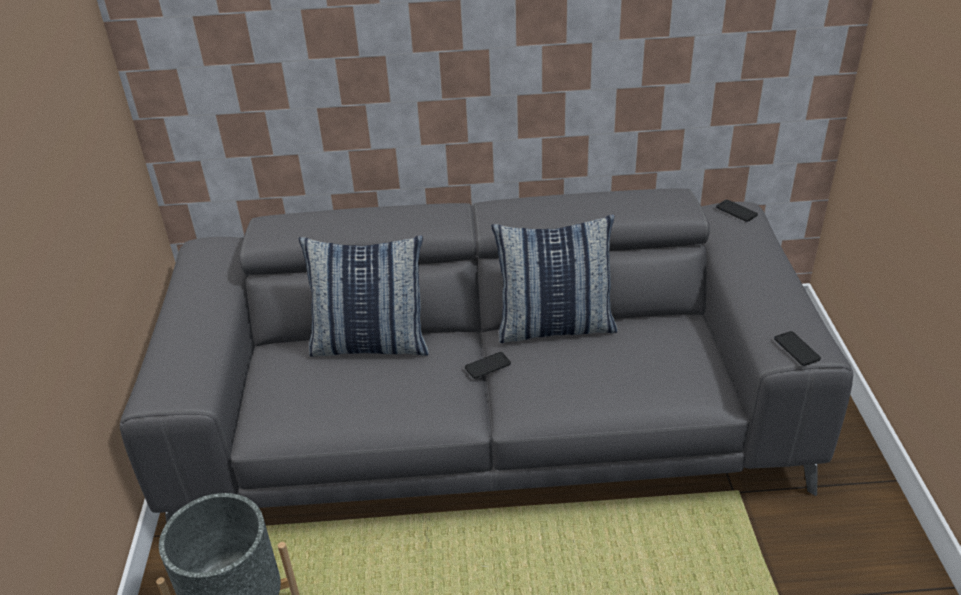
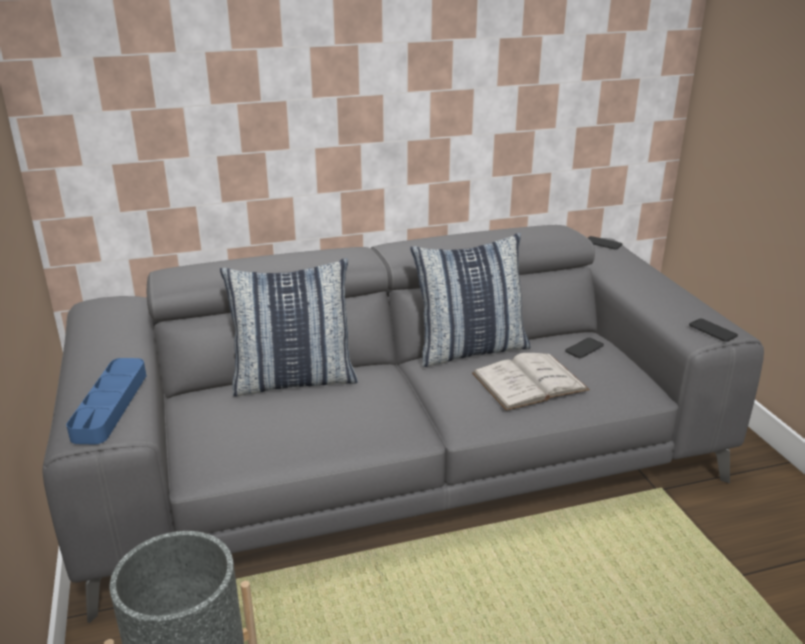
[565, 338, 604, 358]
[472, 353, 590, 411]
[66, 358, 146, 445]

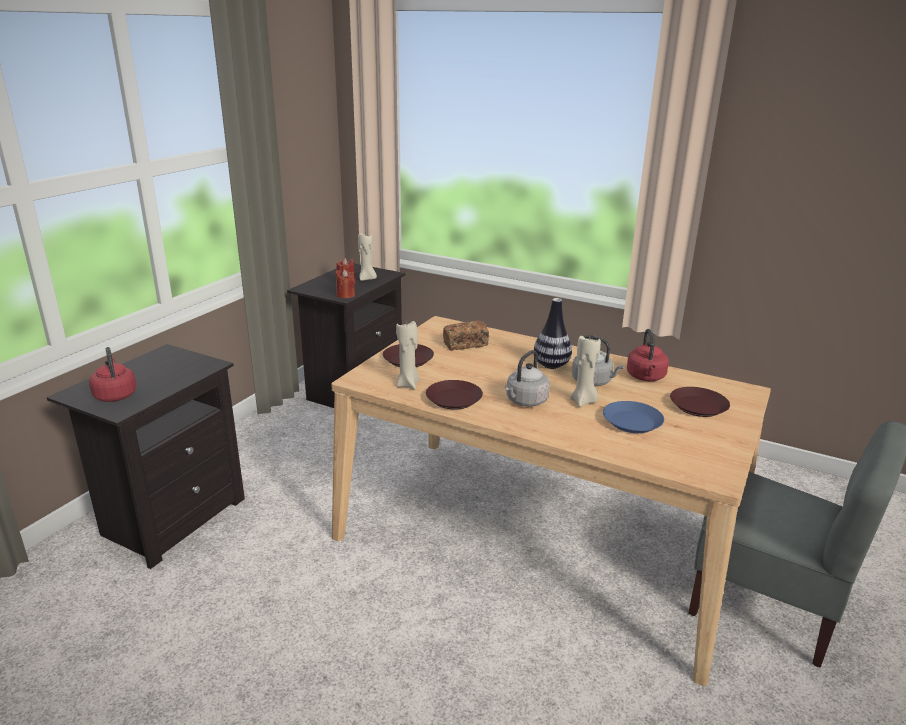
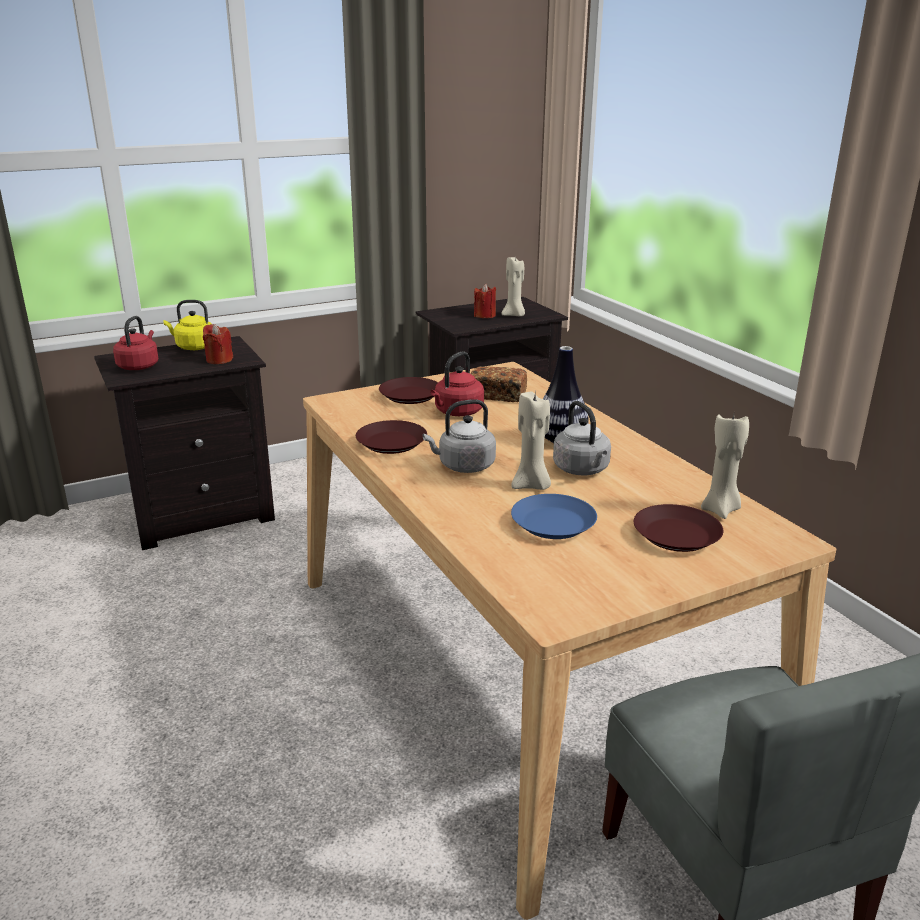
[203, 324, 233, 364]
[701, 414, 749, 519]
[430, 351, 484, 416]
[163, 300, 212, 350]

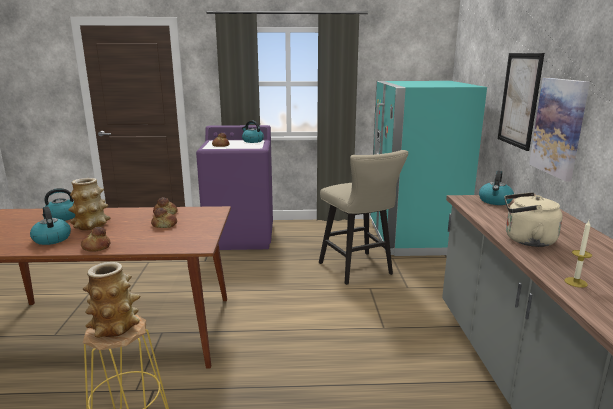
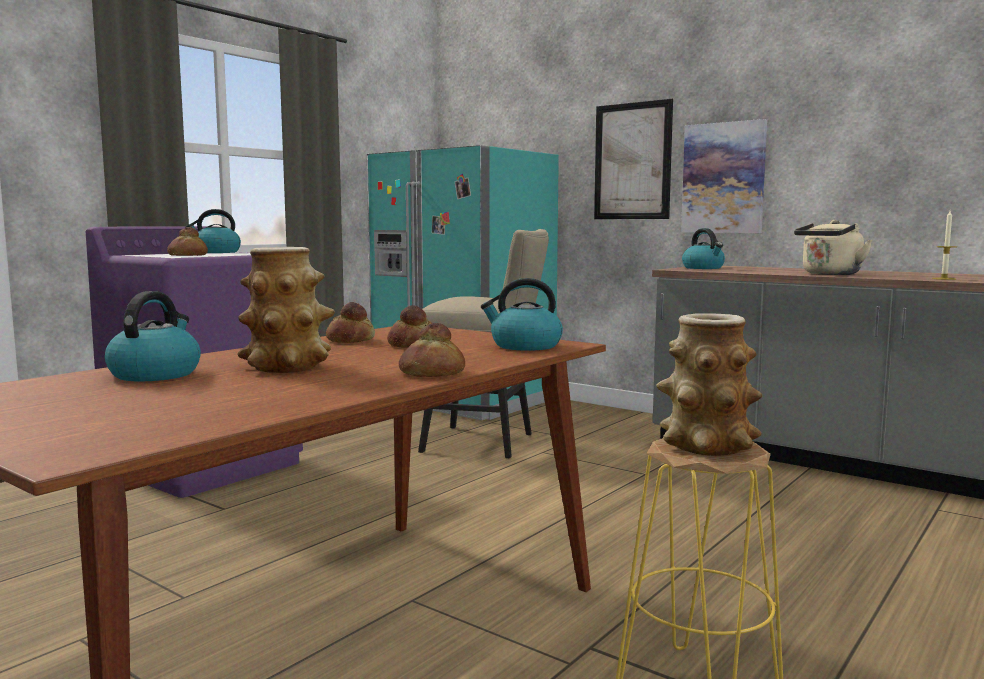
[481, 278, 563, 351]

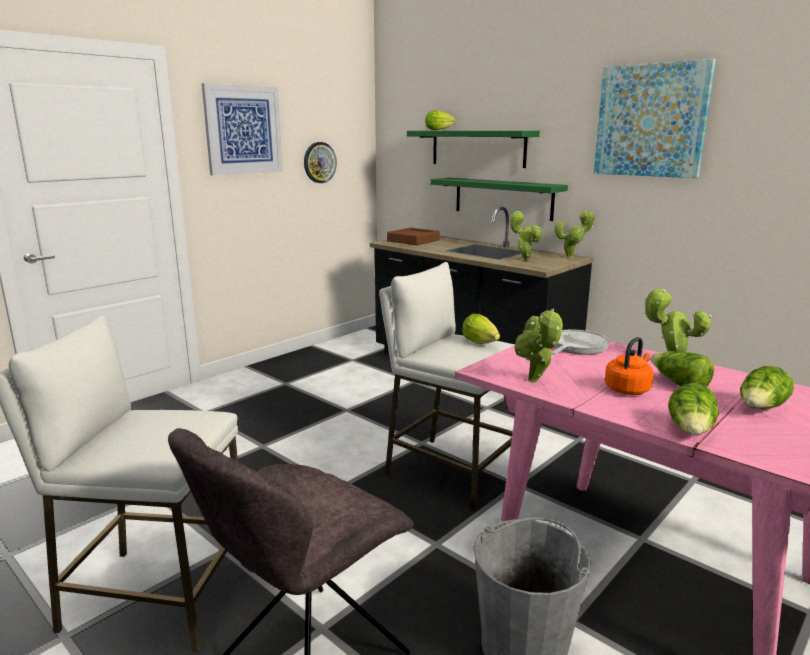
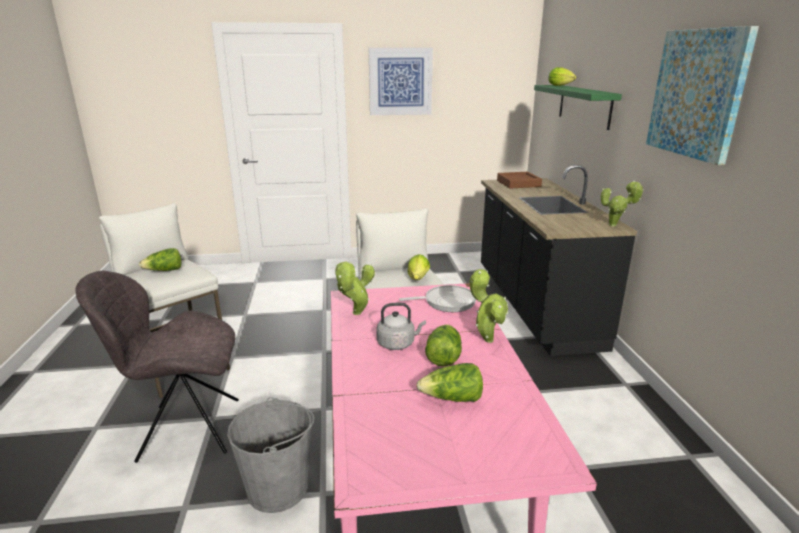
[304, 142, 337, 183] (first image)
[430, 178, 568, 221] (first image)
[510, 211, 542, 260] (first image)
[377, 303, 426, 350]
[139, 248, 182, 271]

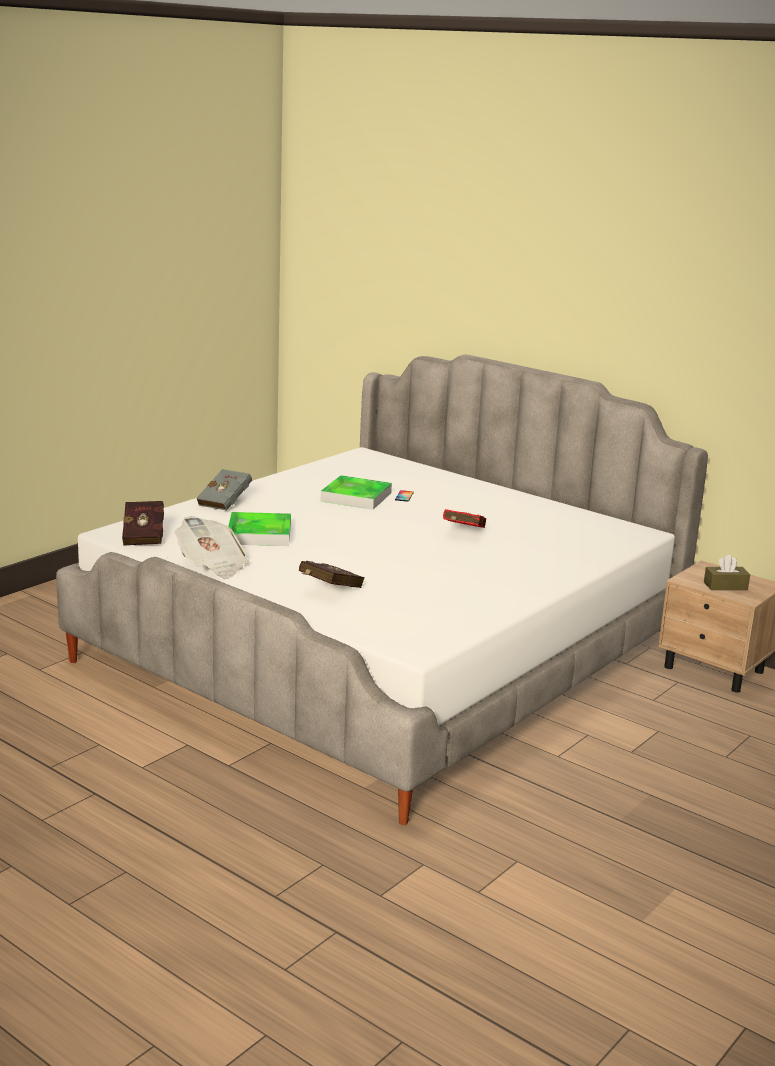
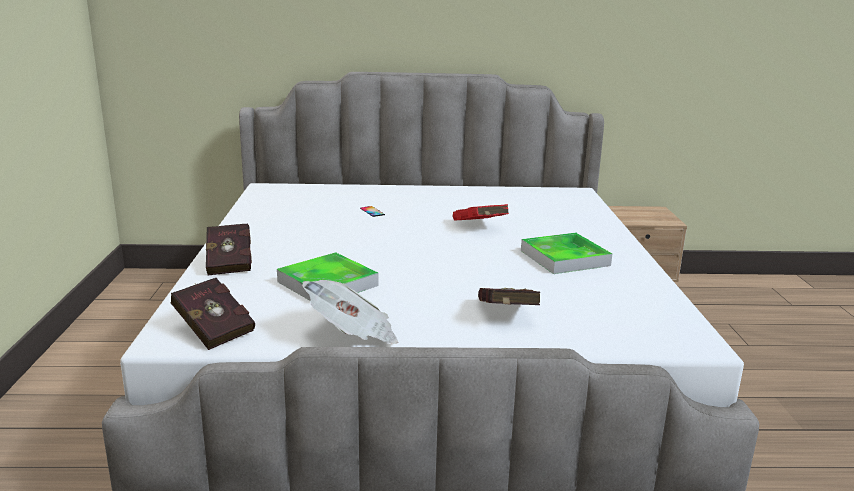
[206, 223, 252, 275]
[521, 233, 612, 274]
[704, 555, 750, 590] (first image)

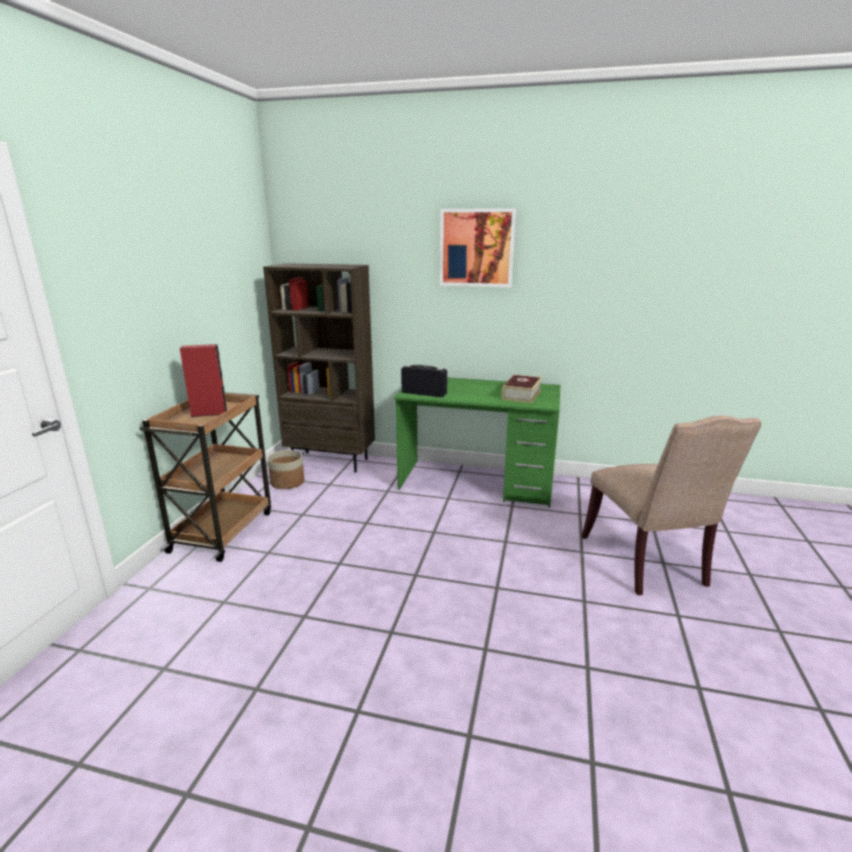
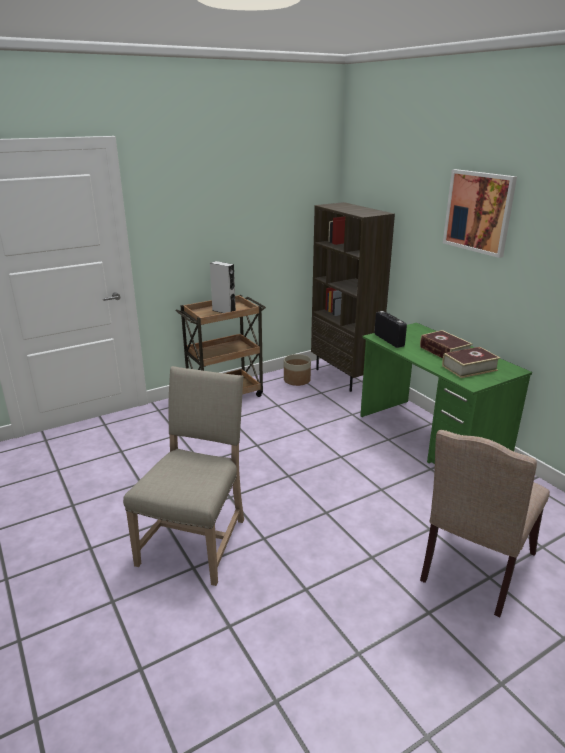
[210, 261, 236, 313]
[420, 330, 473, 358]
[123, 366, 244, 586]

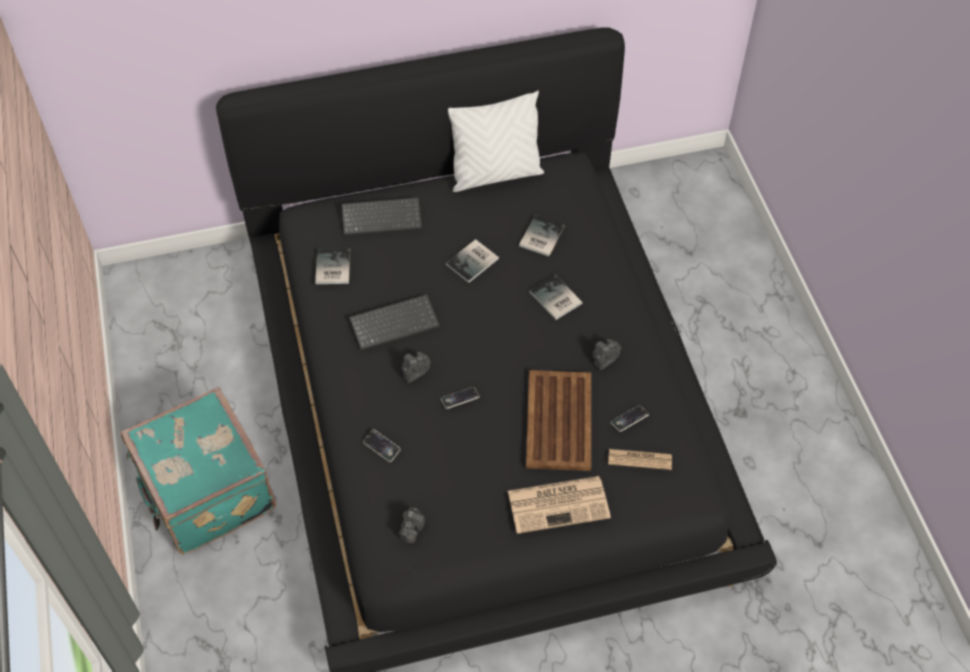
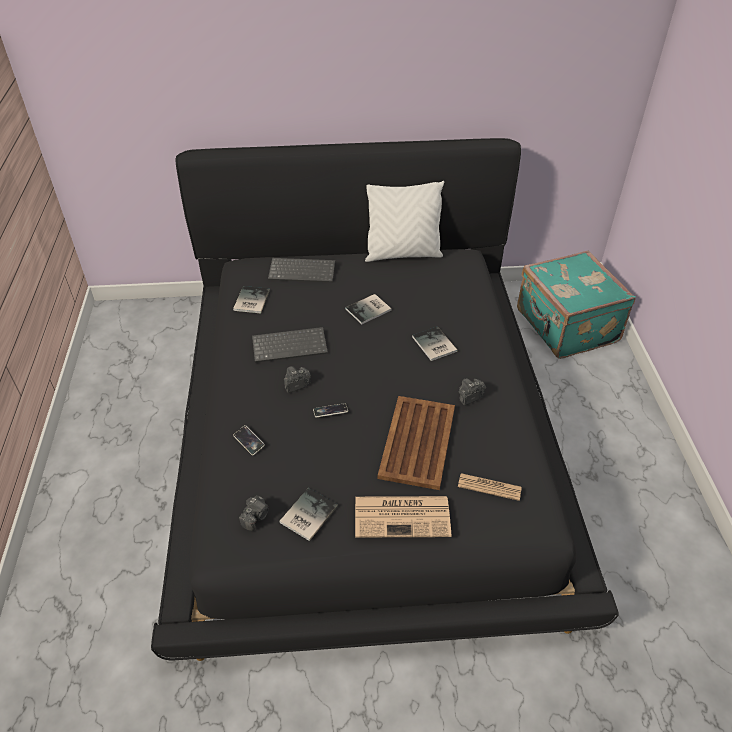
[279, 488, 338, 541]
[517, 250, 636, 359]
[610, 405, 649, 432] (first image)

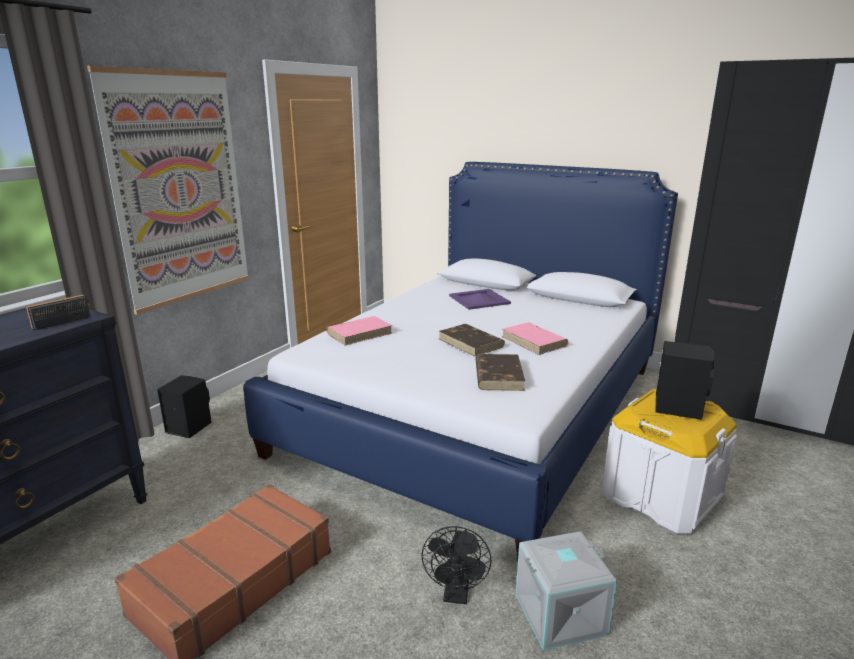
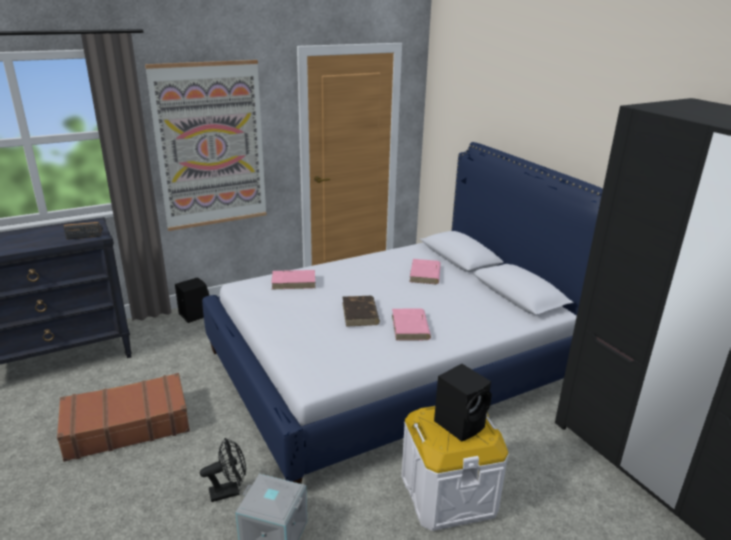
[410, 259, 441, 284]
[475, 354, 525, 391] (first image)
[200, 438, 246, 502]

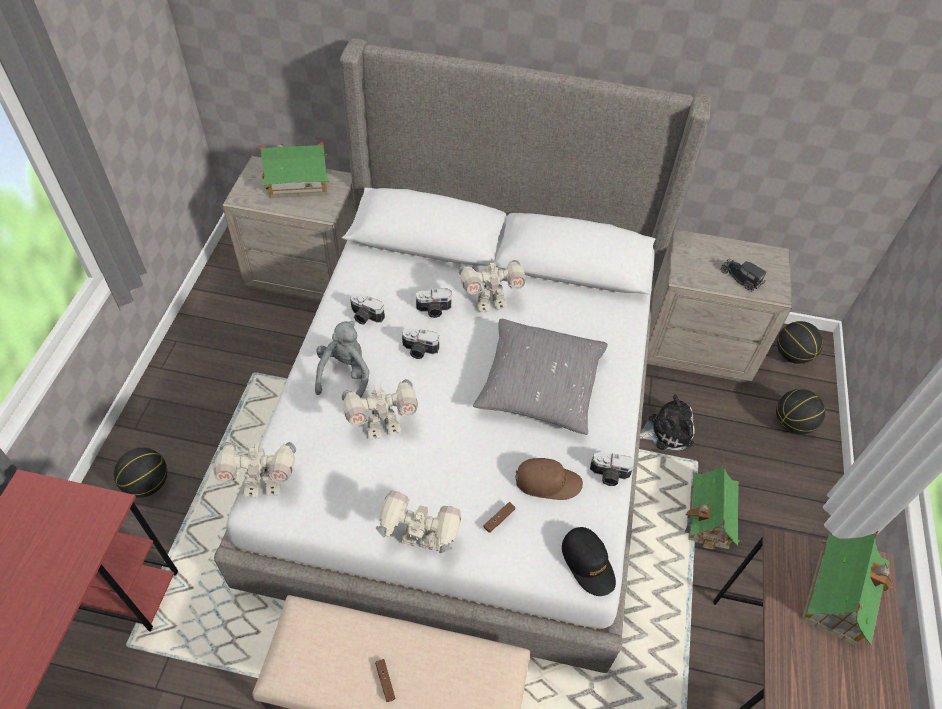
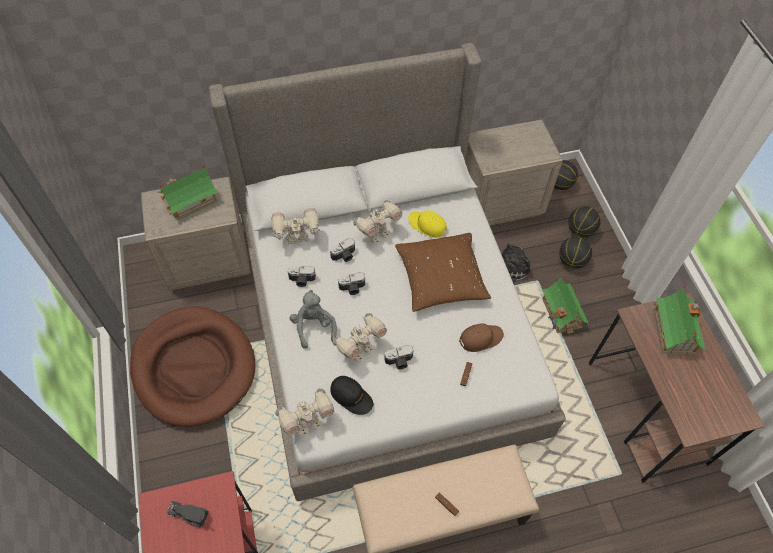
[167, 501, 209, 529]
[395, 233, 491, 312]
[559, 237, 592, 269]
[384, 345, 414, 370]
[271, 208, 320, 244]
[330, 376, 373, 415]
[408, 210, 447, 238]
[130, 307, 256, 427]

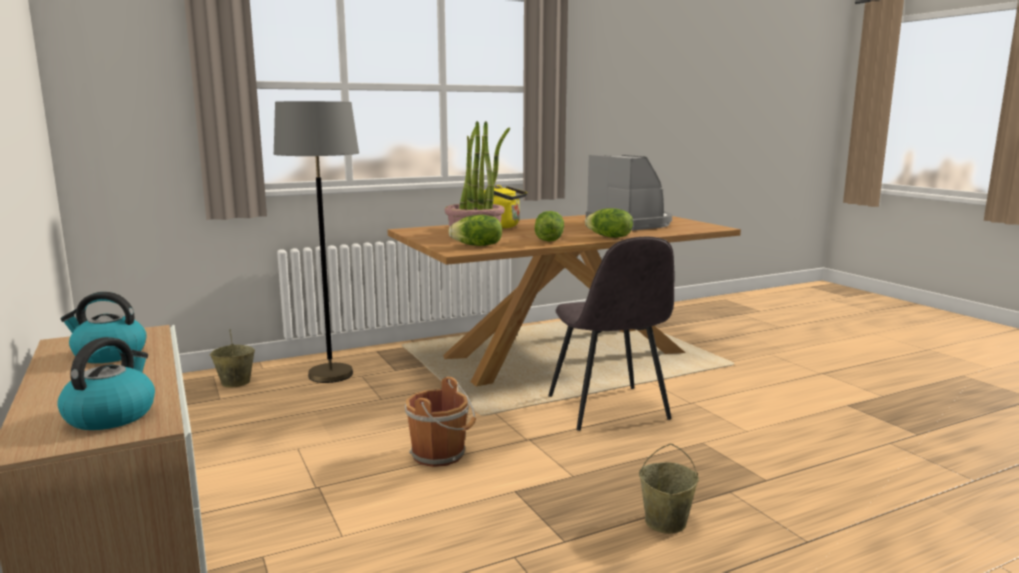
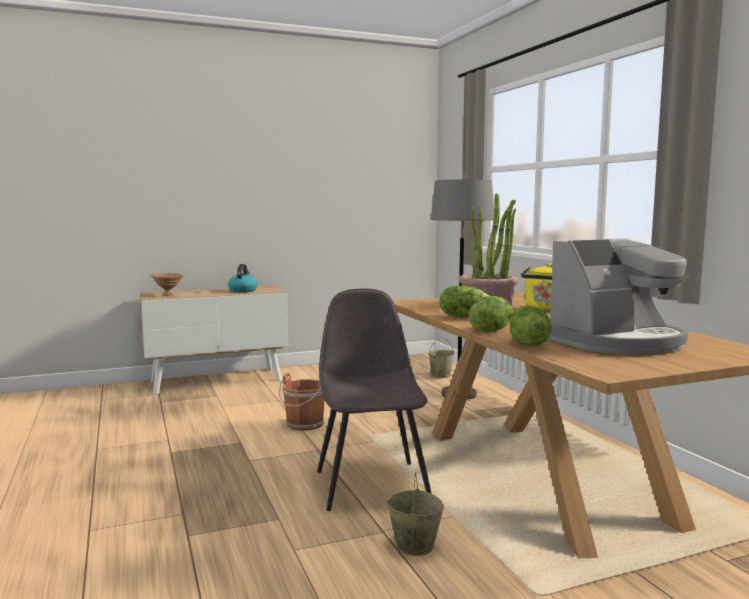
[510, 306, 551, 346]
[317, 289, 432, 511]
[151, 273, 184, 296]
[386, 472, 445, 556]

